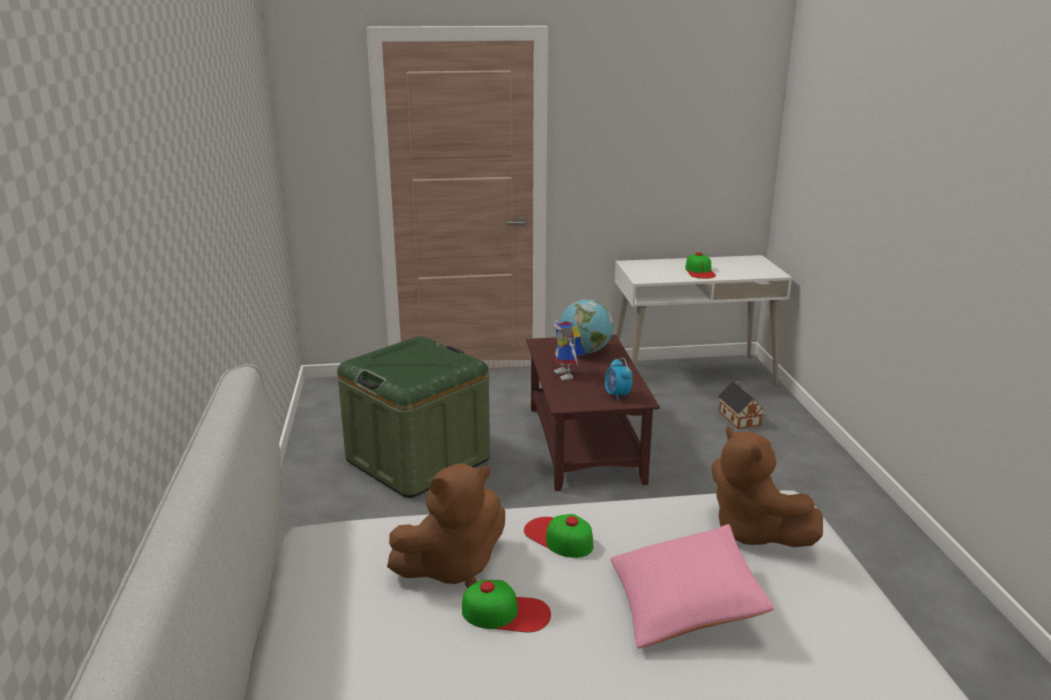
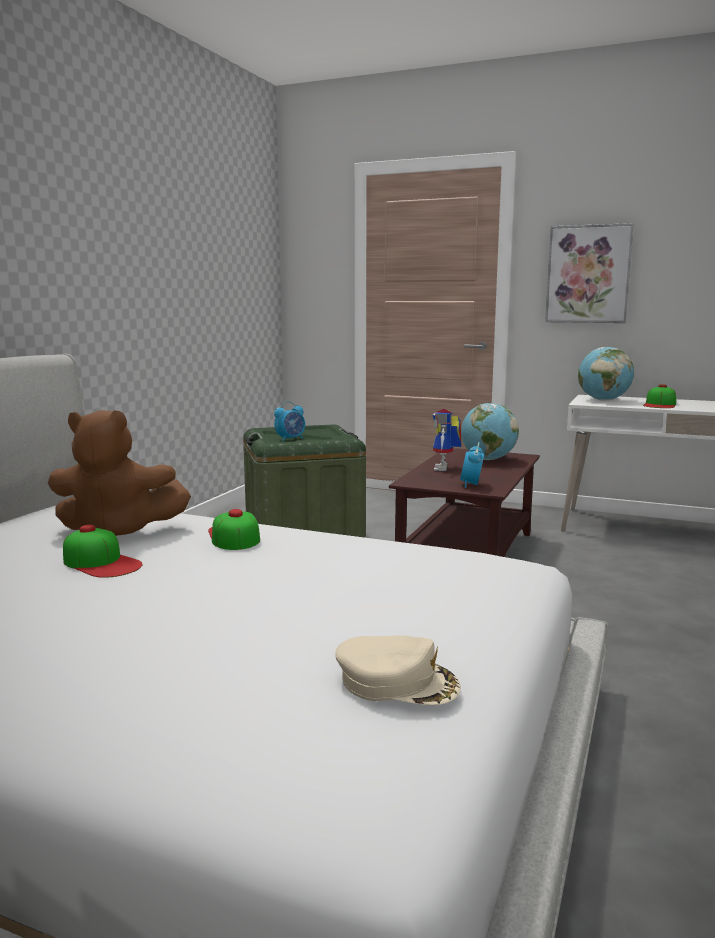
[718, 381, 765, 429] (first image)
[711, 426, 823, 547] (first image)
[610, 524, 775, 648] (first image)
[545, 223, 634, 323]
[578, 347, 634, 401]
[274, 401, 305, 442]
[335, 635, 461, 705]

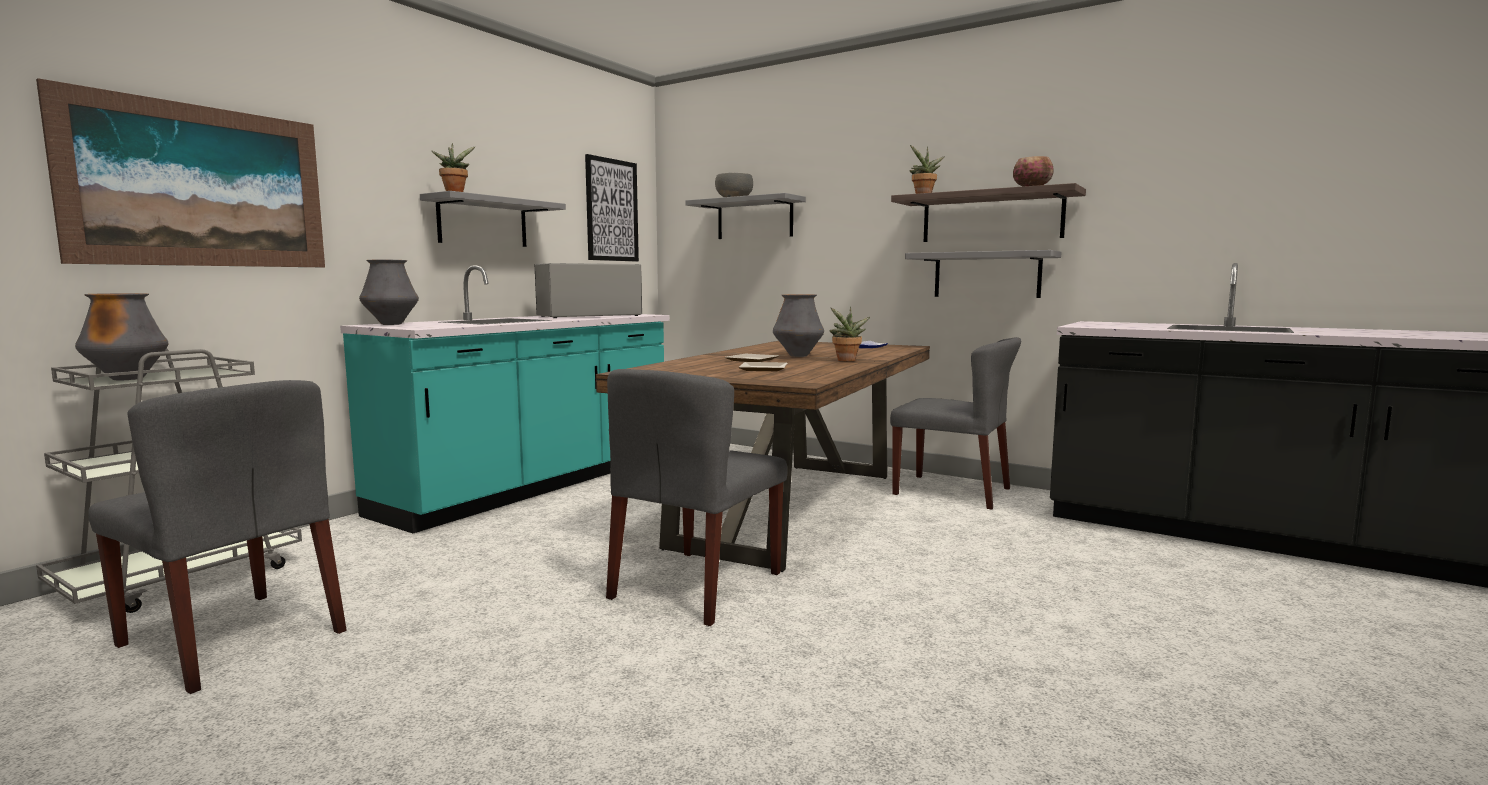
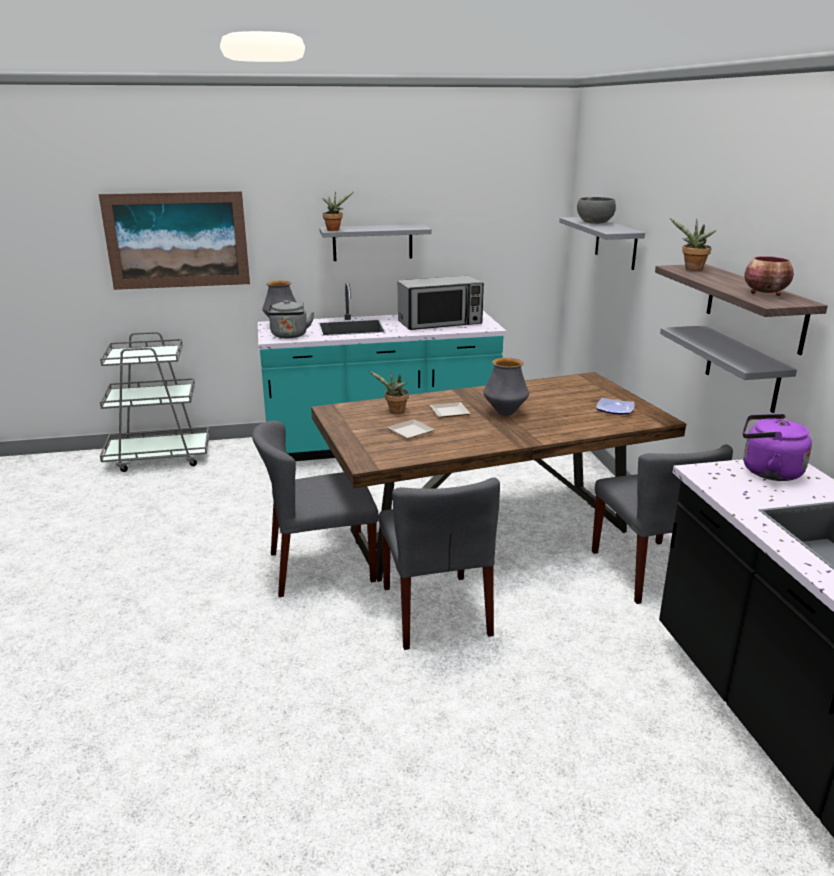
[585, 154, 639, 262] (first image)
[398, 276, 484, 330]
[75, 293, 169, 380] (first image)
[369, 371, 409, 414]
[379, 477, 500, 650]
[268, 300, 314, 338]
[743, 414, 812, 481]

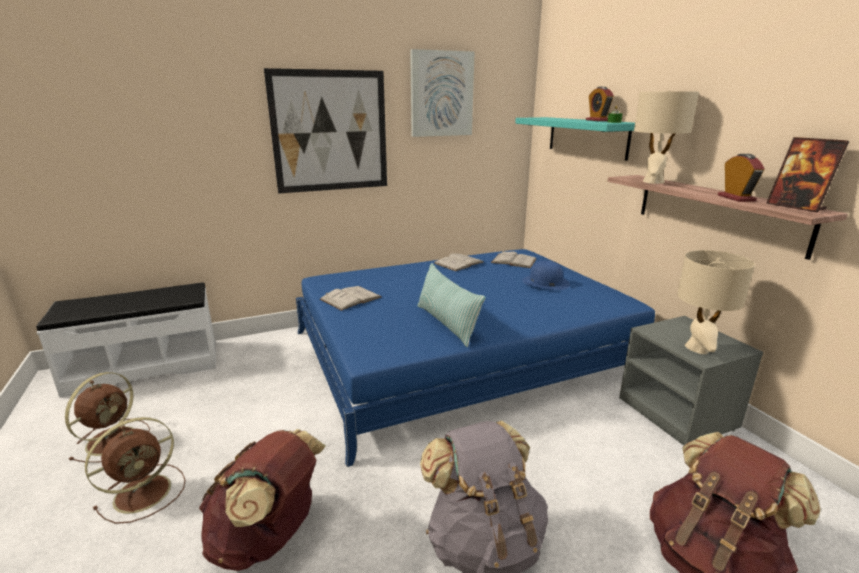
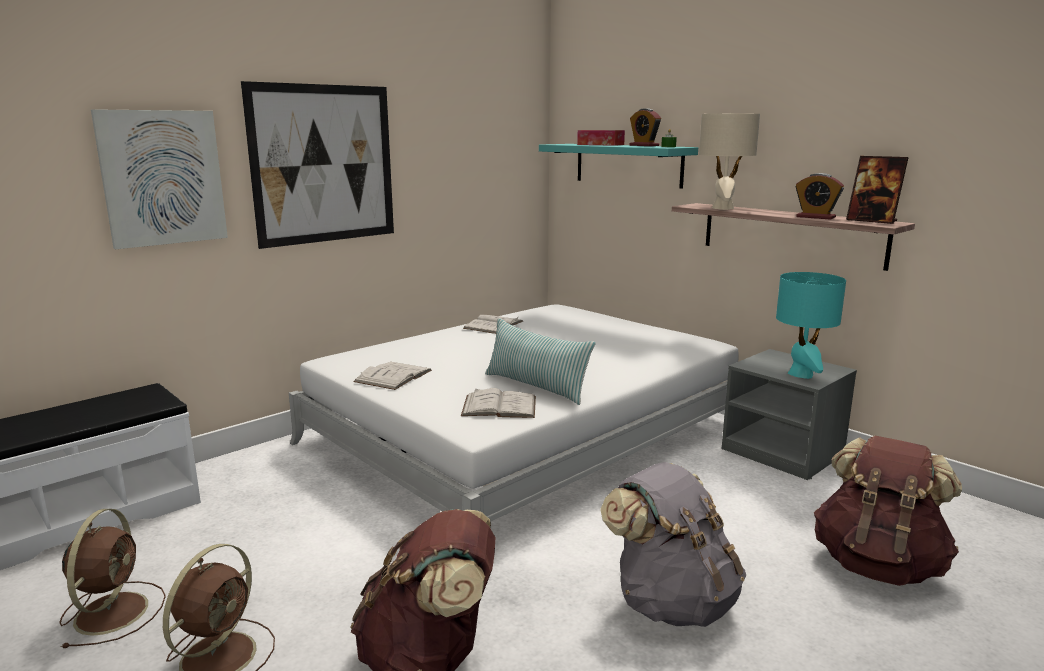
[91, 109, 228, 249]
[795, 173, 844, 220]
[289, 304, 739, 522]
[776, 272, 846, 379]
[461, 388, 536, 418]
[522, 261, 570, 290] (first image)
[577, 130, 625, 146]

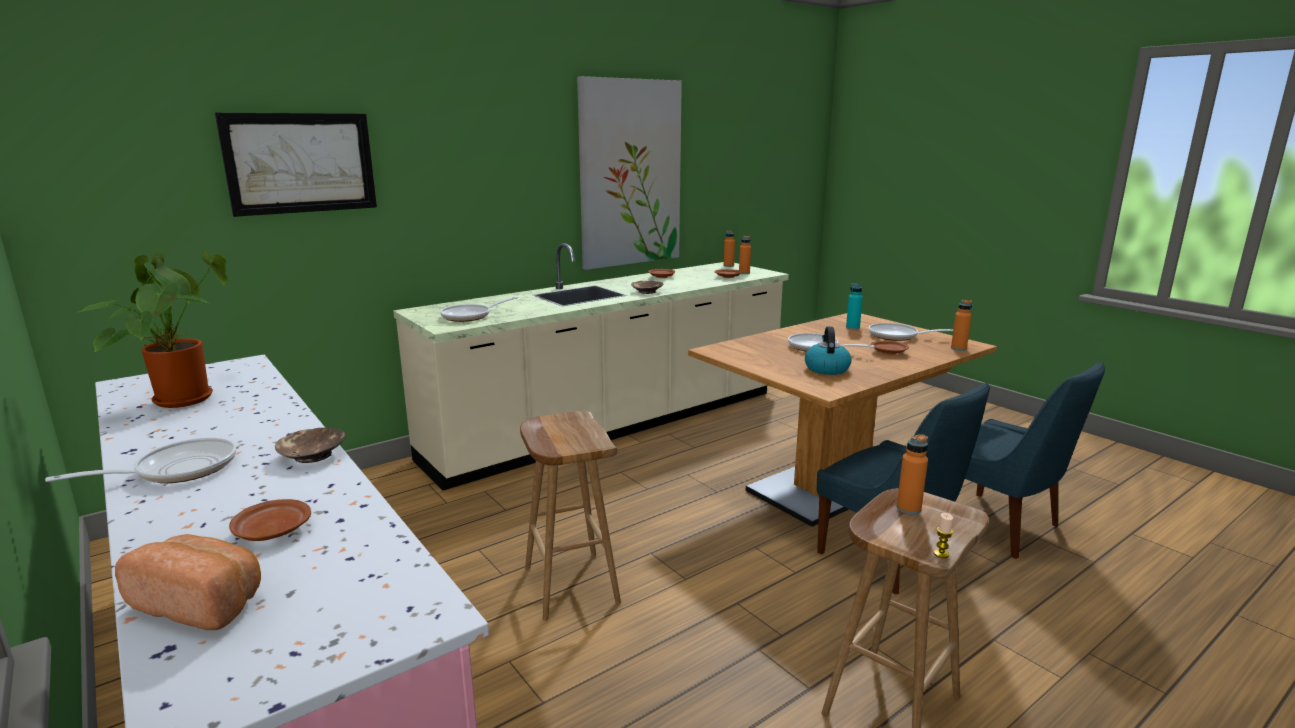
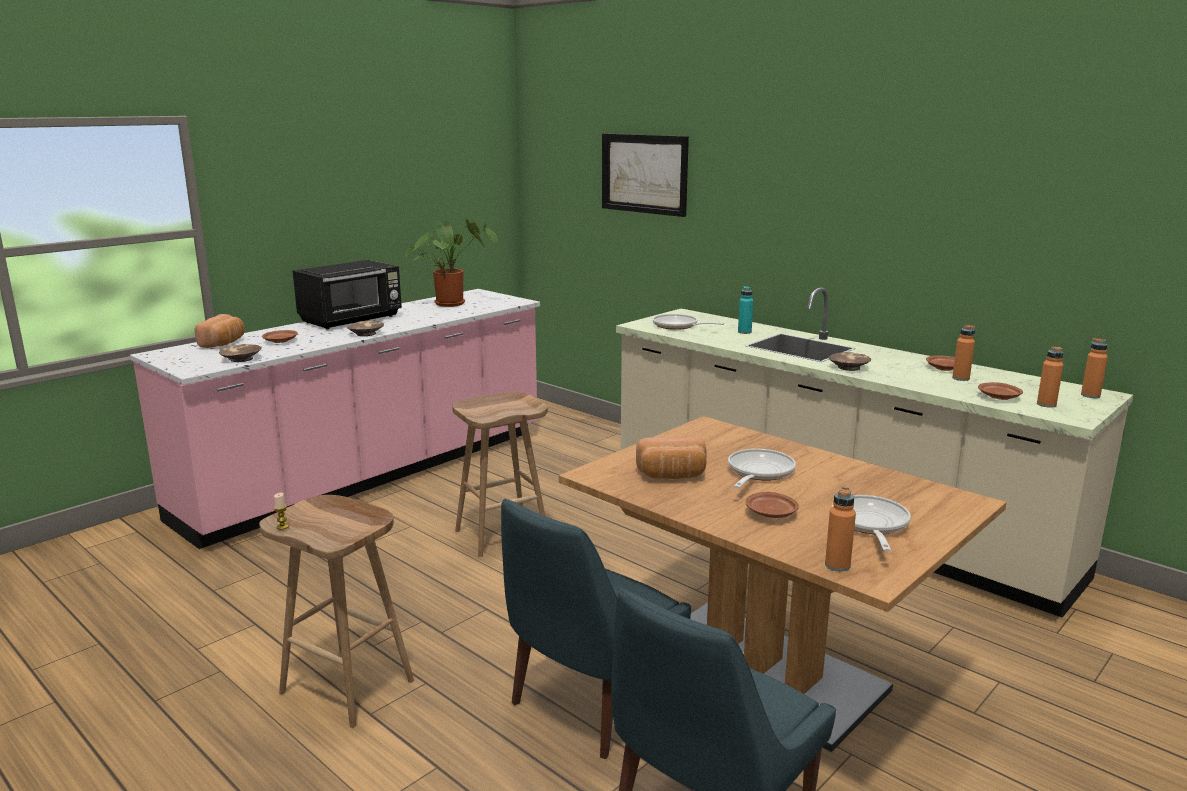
[577, 76, 682, 270] (first image)
[738, 286, 753, 334]
[636, 437, 707, 479]
[952, 324, 975, 381]
[293, 260, 402, 329]
[219, 344, 262, 362]

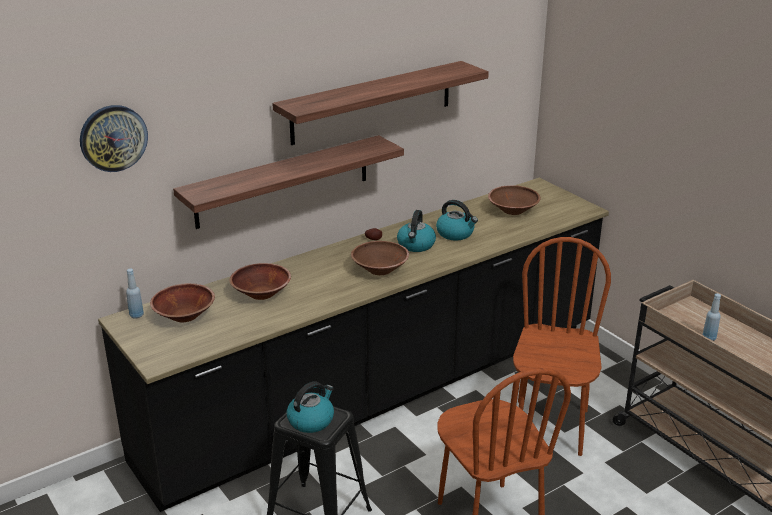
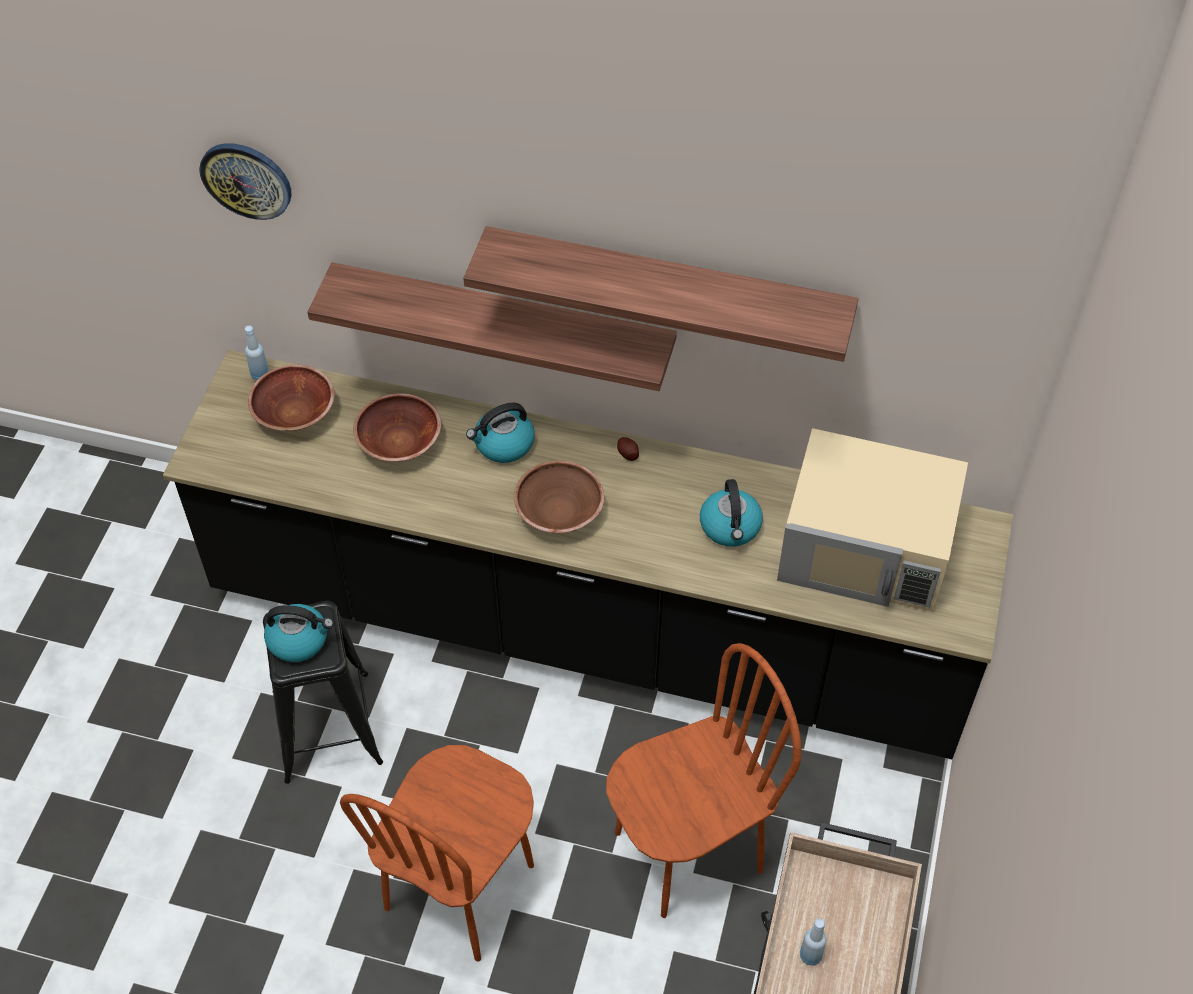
[777, 428, 968, 612]
[466, 403, 535, 463]

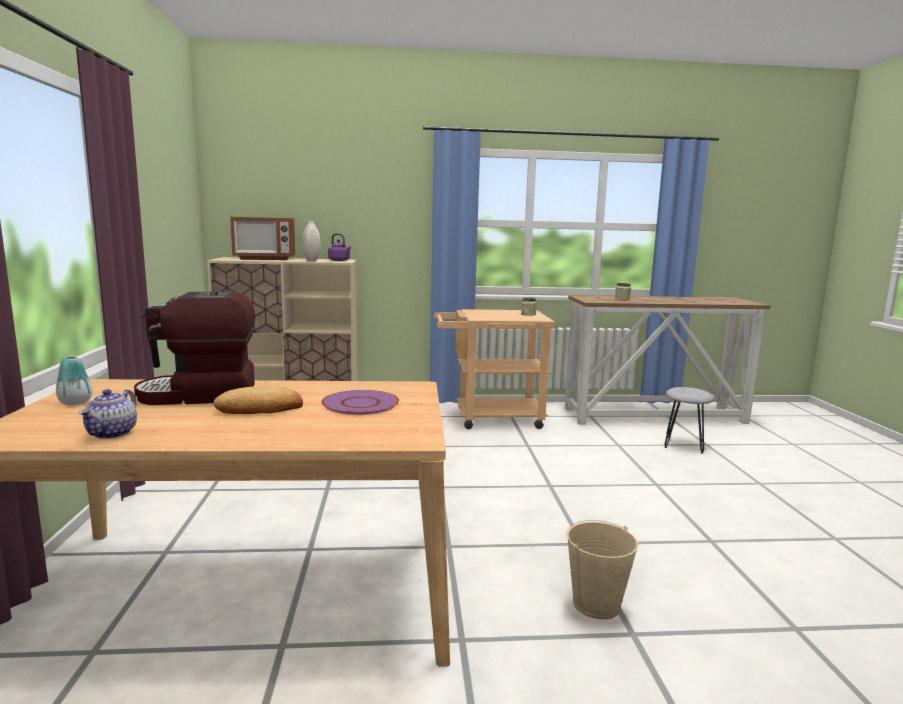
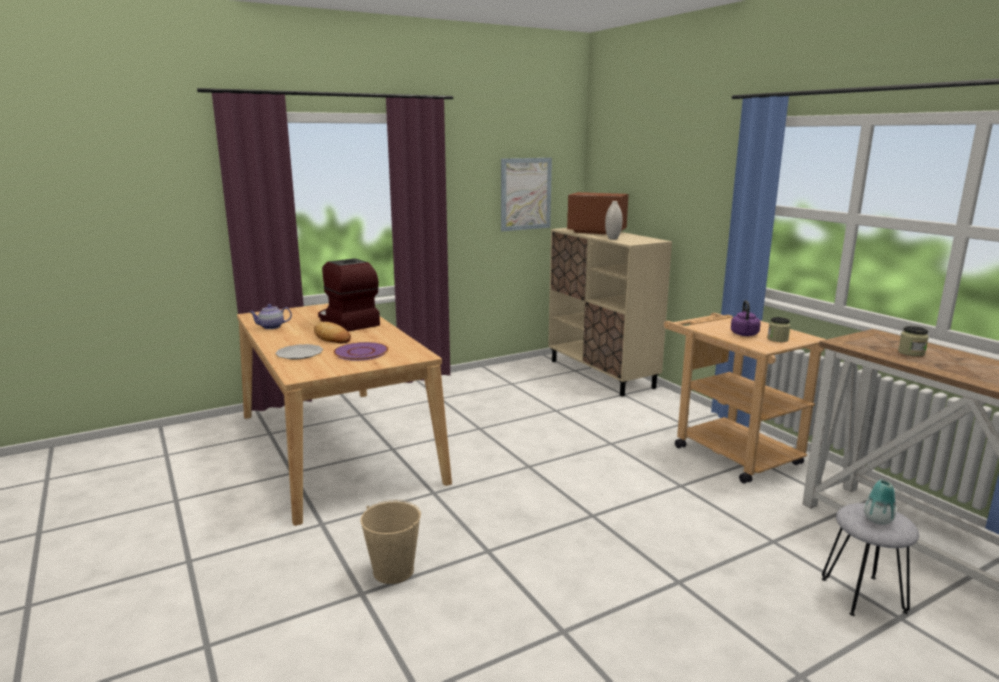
[567, 192, 629, 234]
[731, 300, 761, 336]
[864, 480, 896, 525]
[501, 158, 552, 231]
[275, 344, 323, 360]

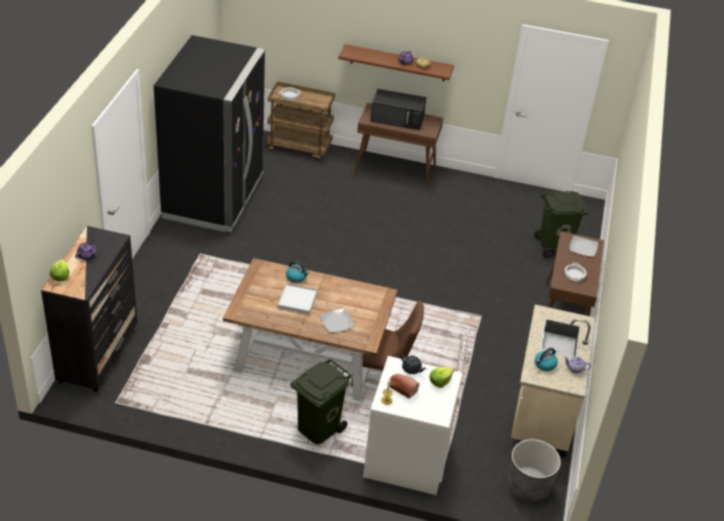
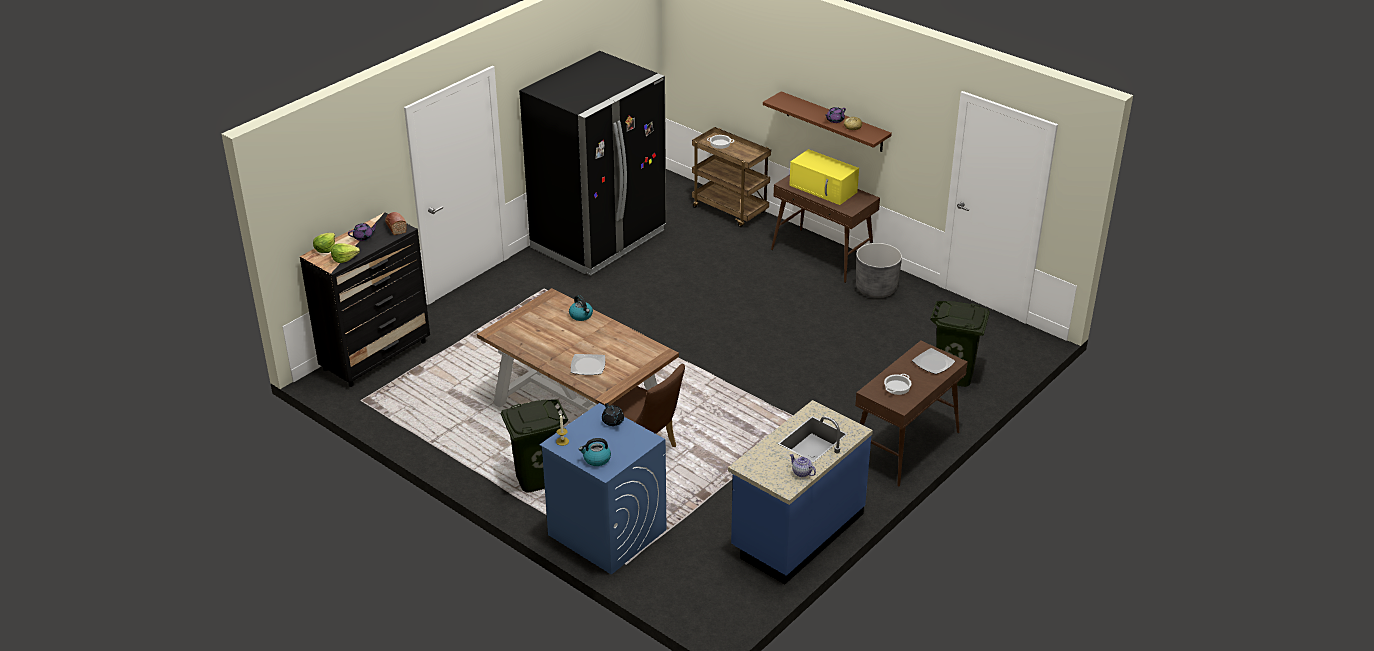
[789, 149, 859, 205]
[277, 283, 317, 315] (first image)
[728, 400, 873, 584]
[579, 438, 611, 466]
[540, 403, 666, 575]
[331, 243, 360, 263]
[385, 212, 407, 235]
[856, 243, 902, 298]

